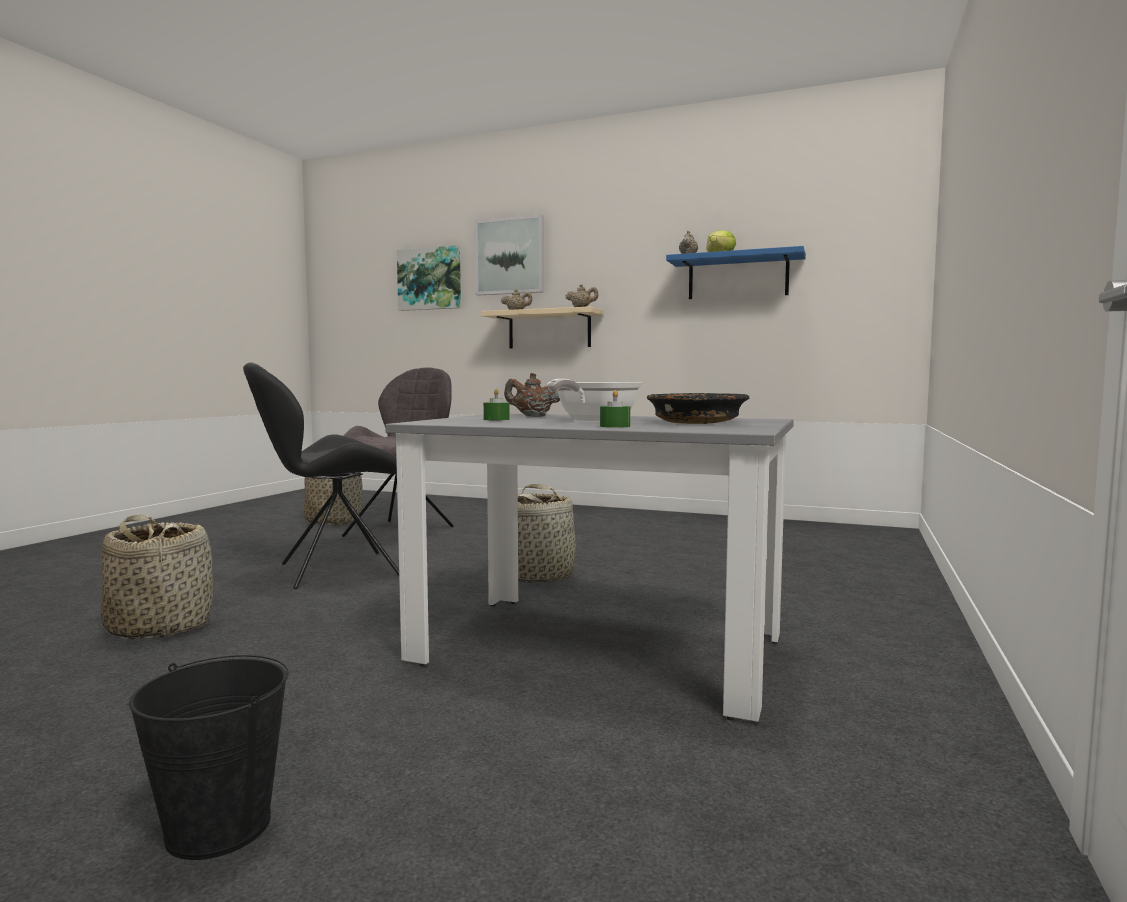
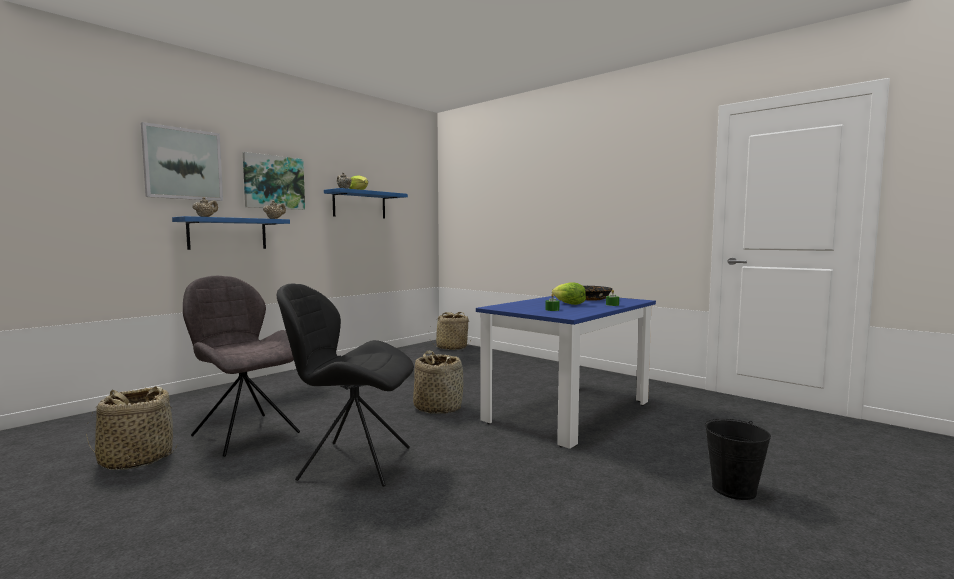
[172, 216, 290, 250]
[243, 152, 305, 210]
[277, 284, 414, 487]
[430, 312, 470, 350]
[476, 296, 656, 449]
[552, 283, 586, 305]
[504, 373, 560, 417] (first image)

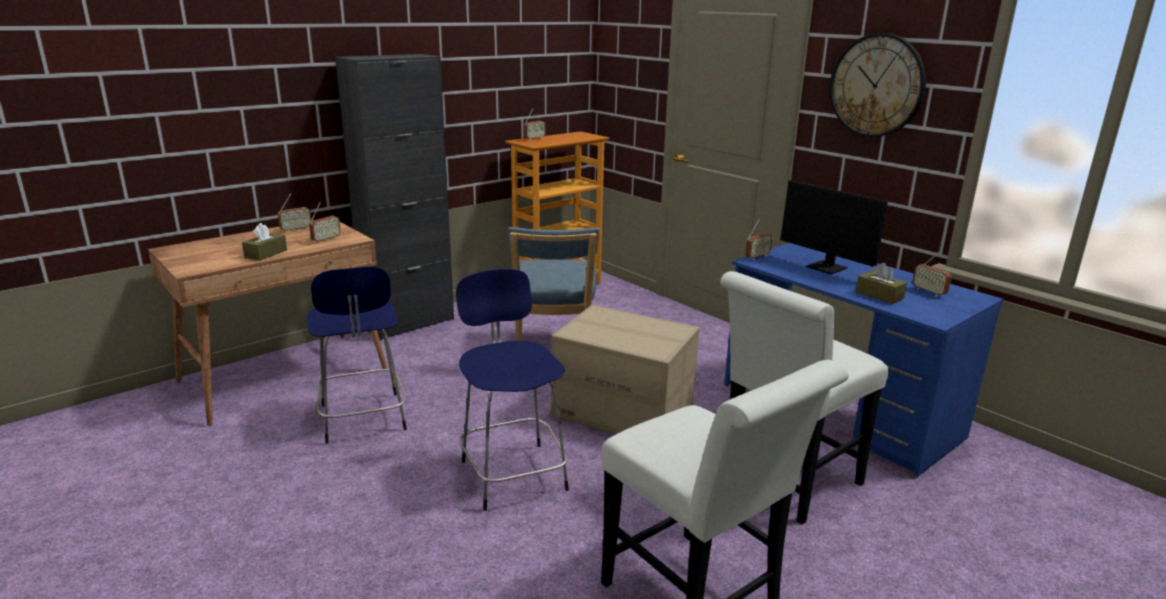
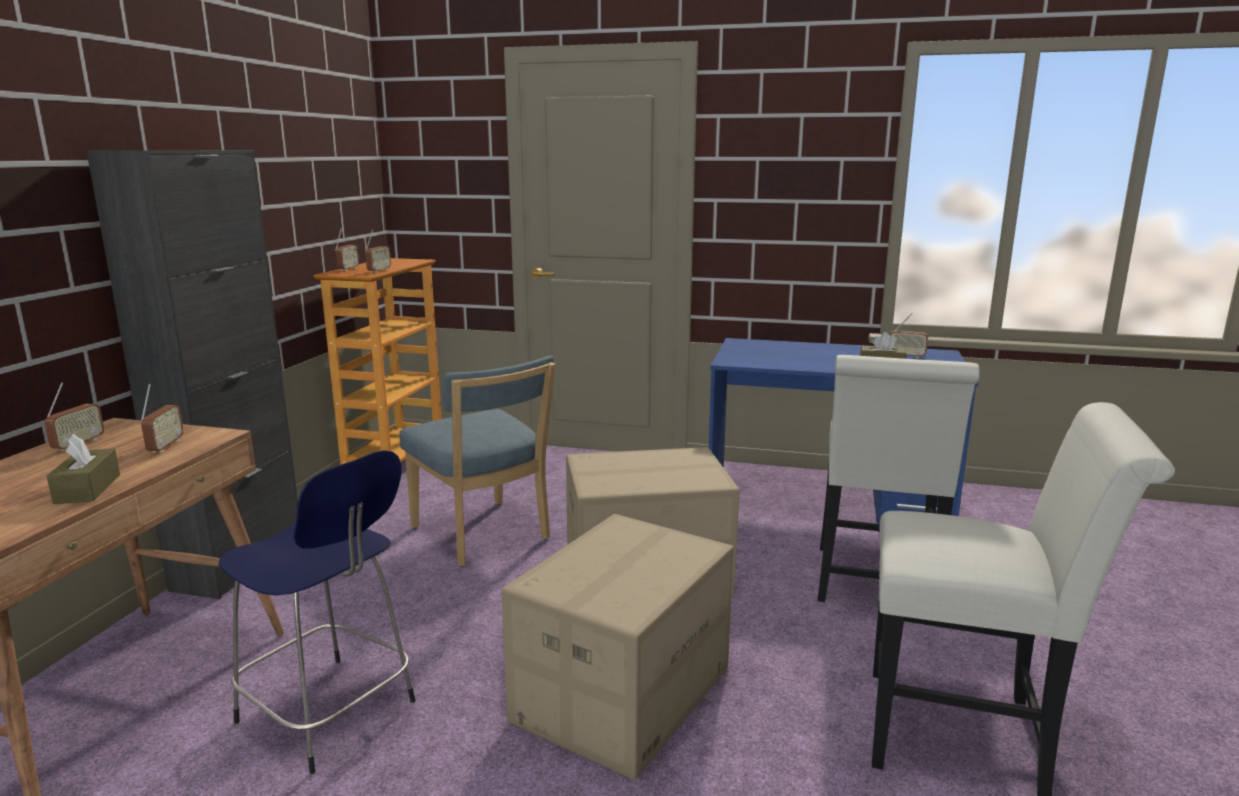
[365, 229, 391, 273]
[501, 514, 734, 780]
[780, 180, 922, 275] (first image)
[829, 33, 926, 137] (first image)

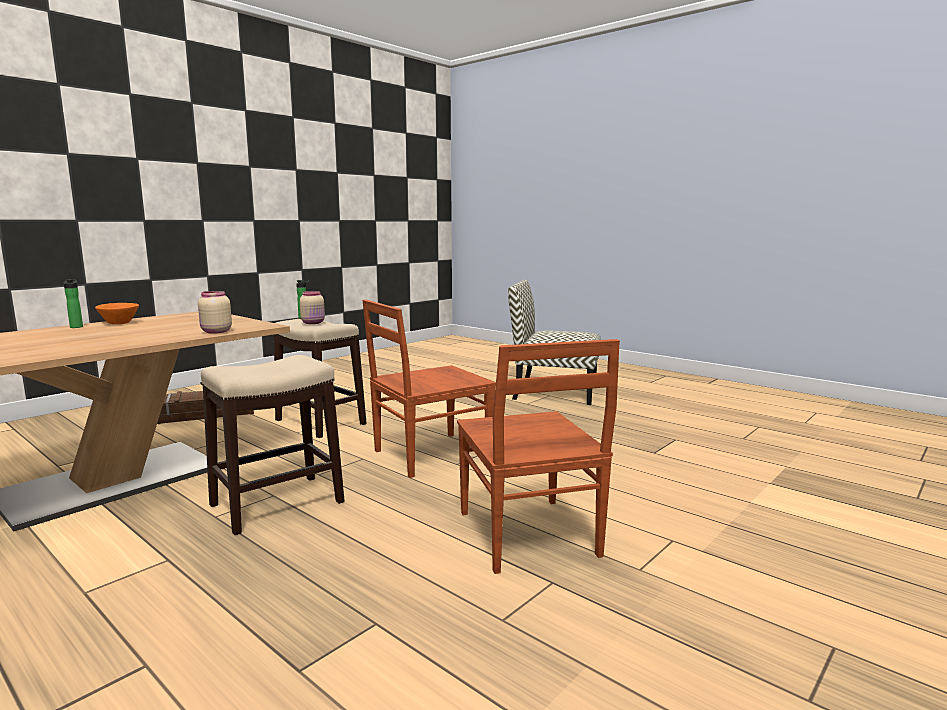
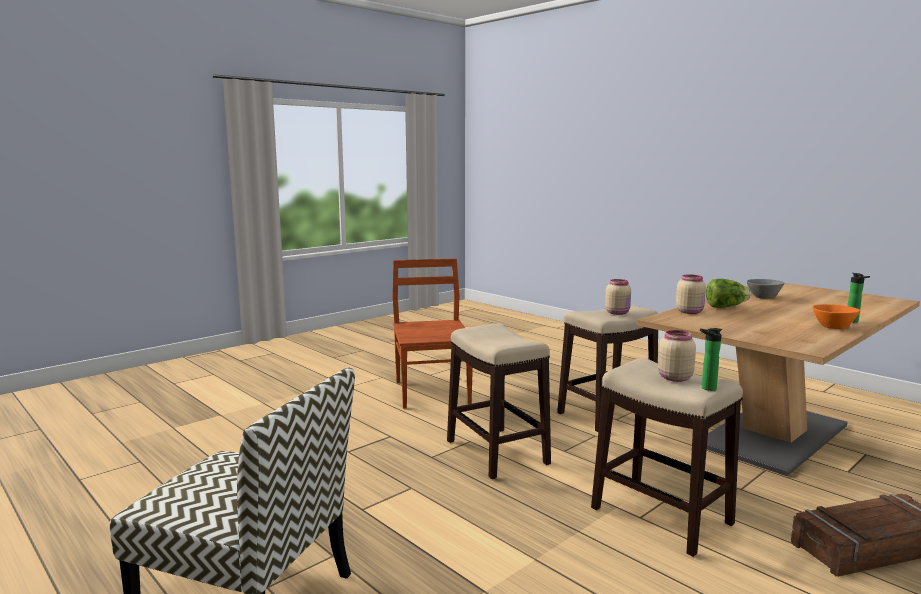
[447, 323, 551, 479]
[605, 279, 631, 315]
[706, 279, 751, 308]
[747, 279, 784, 299]

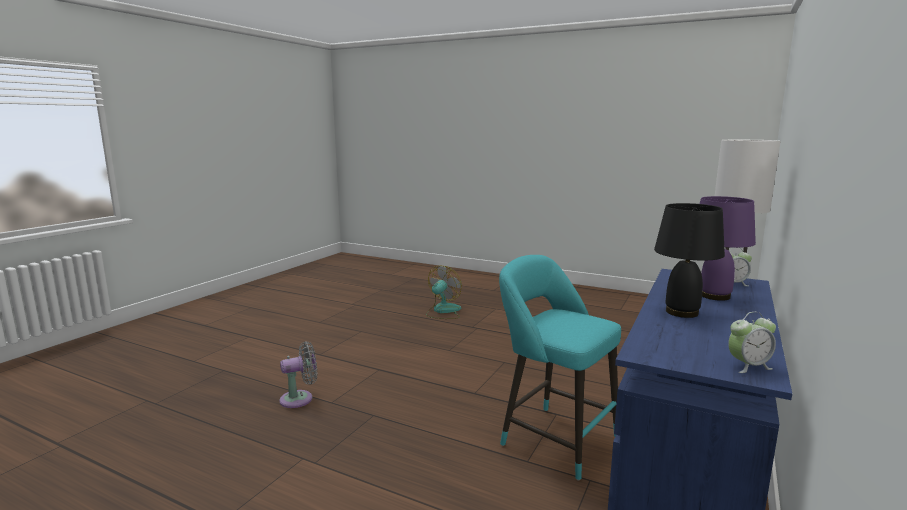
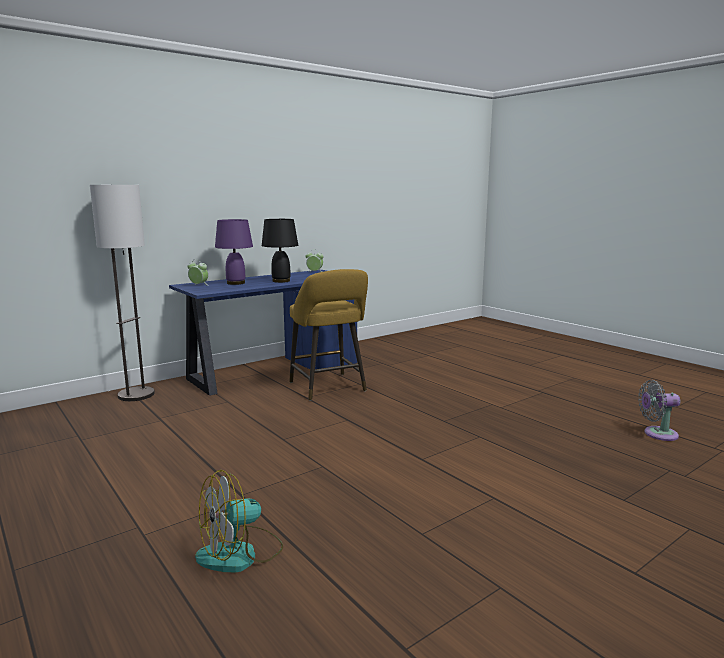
[289, 269, 368, 401]
[638, 380, 680, 441]

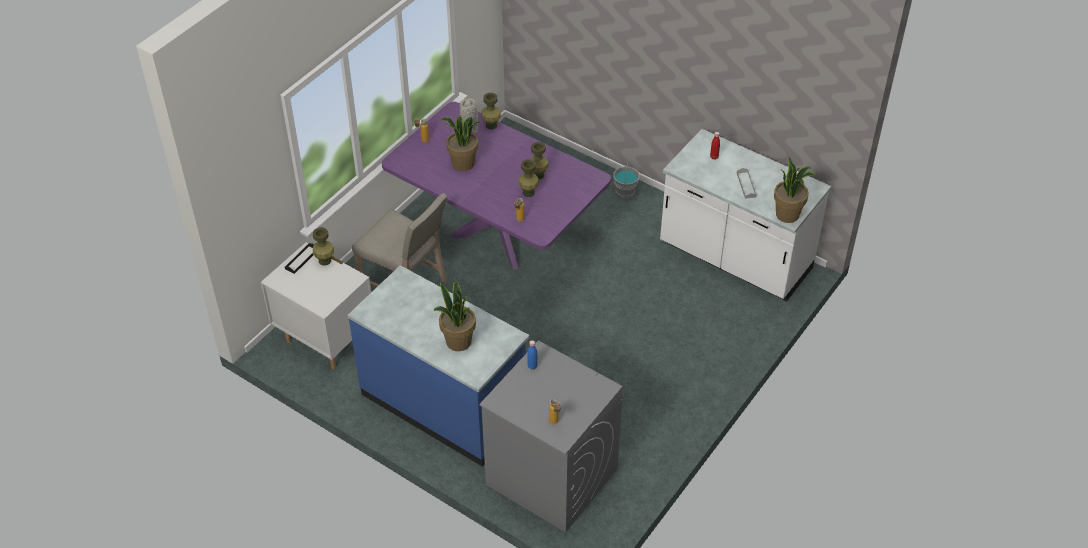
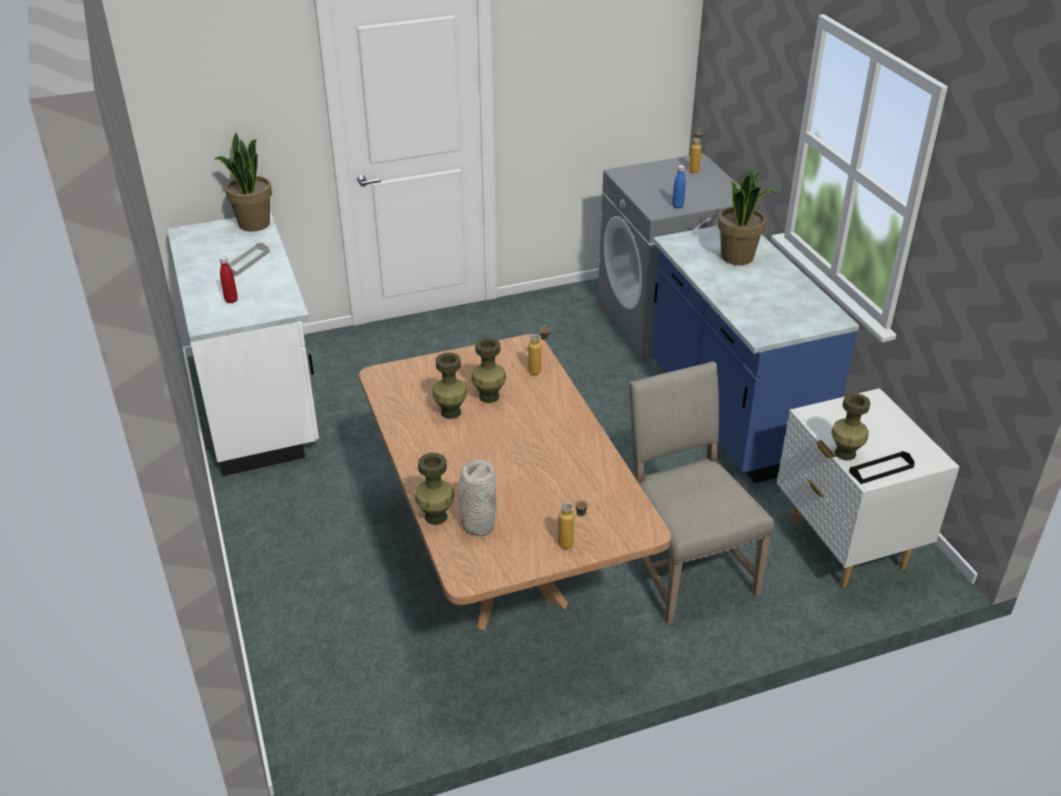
[359, 334, 671, 631]
[441, 115, 479, 171] (first image)
[613, 162, 640, 198] (first image)

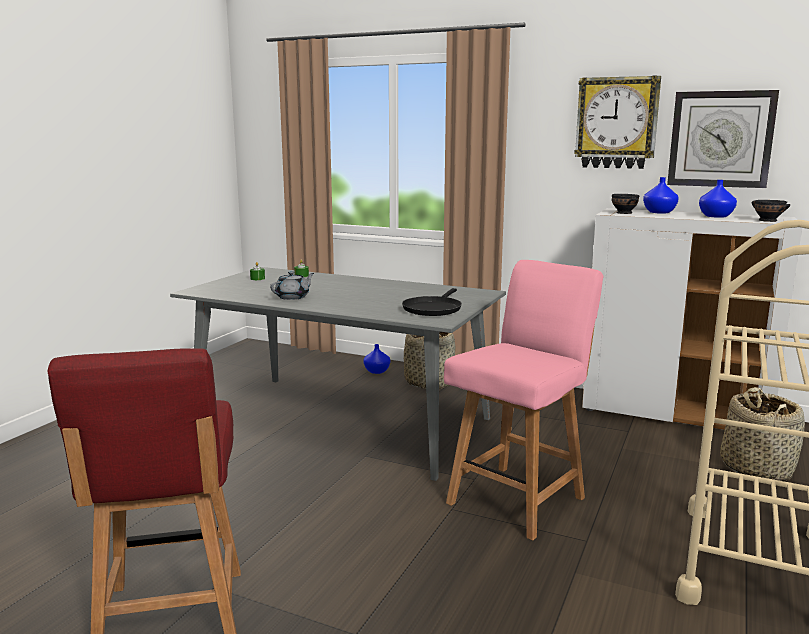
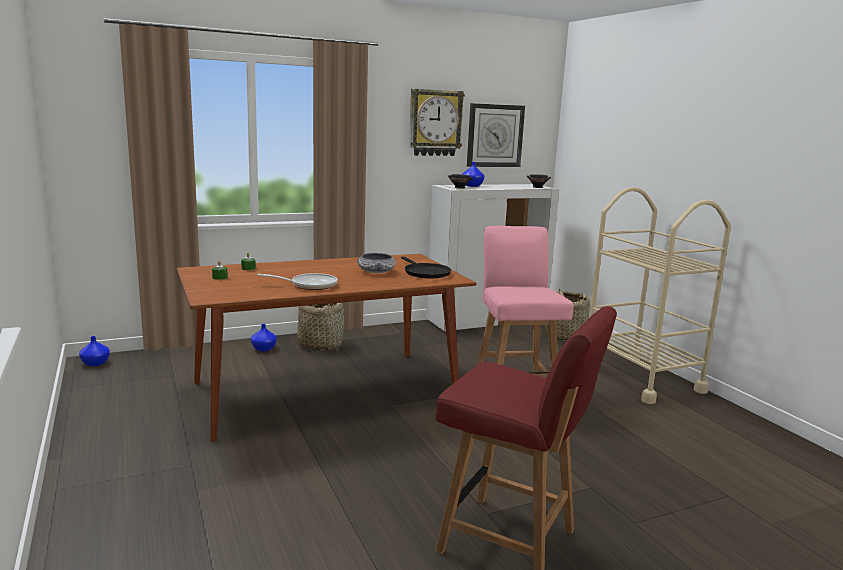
[79, 336, 110, 366]
[177, 254, 476, 442]
[257, 273, 337, 290]
[356, 253, 397, 273]

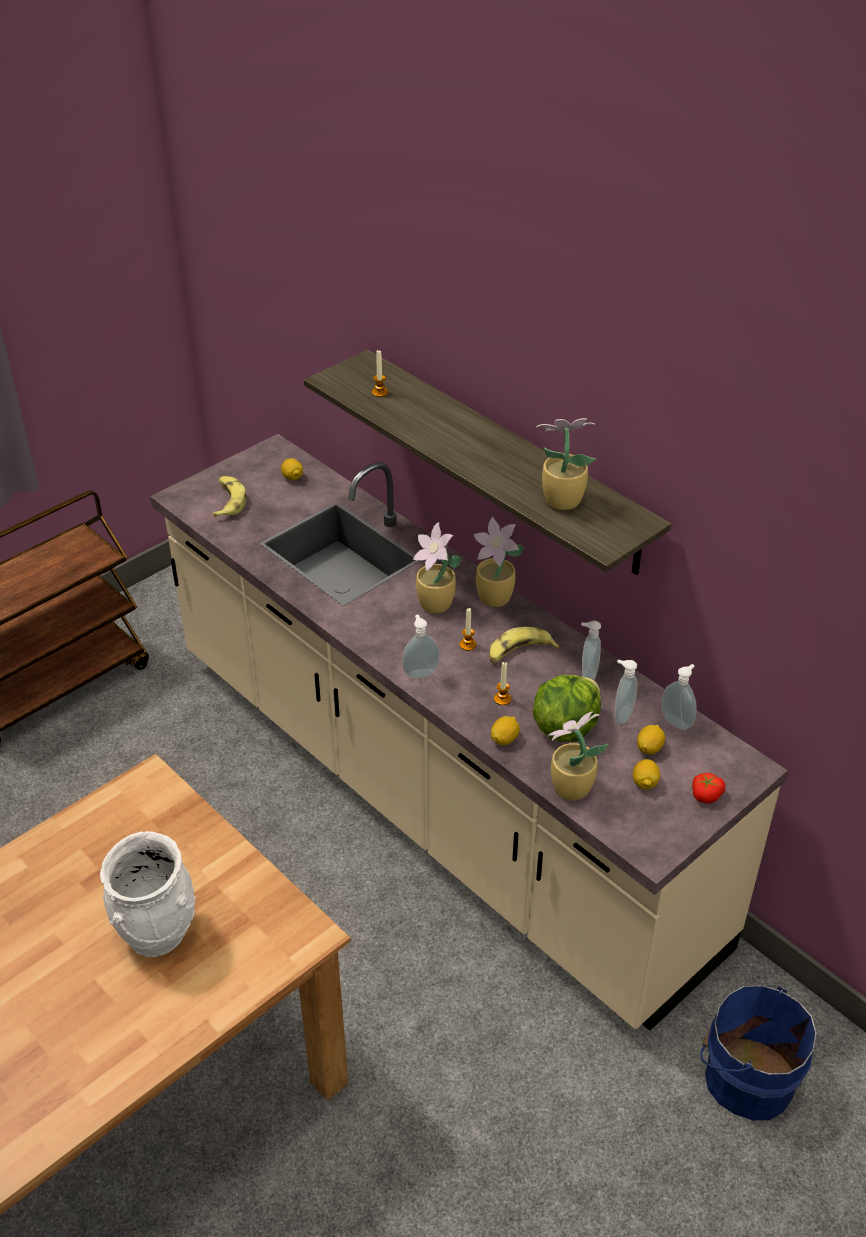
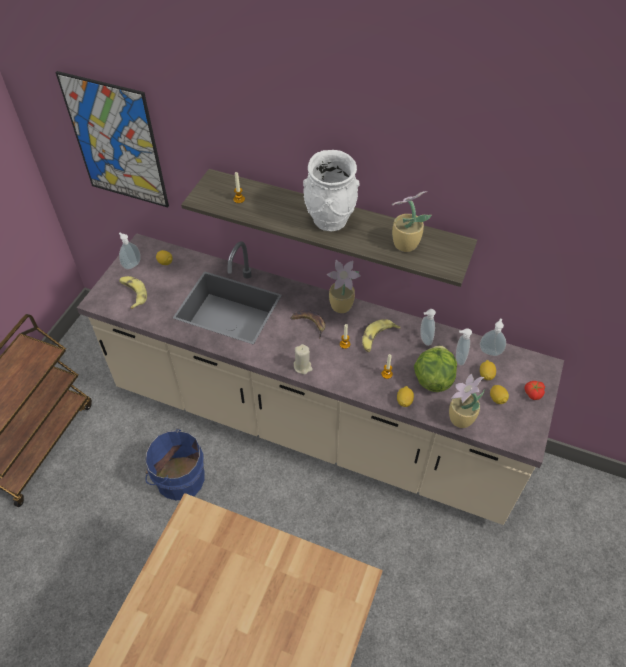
[55, 71, 169, 207]
[119, 232, 141, 270]
[145, 428, 205, 500]
[290, 310, 326, 339]
[294, 344, 313, 375]
[303, 150, 360, 231]

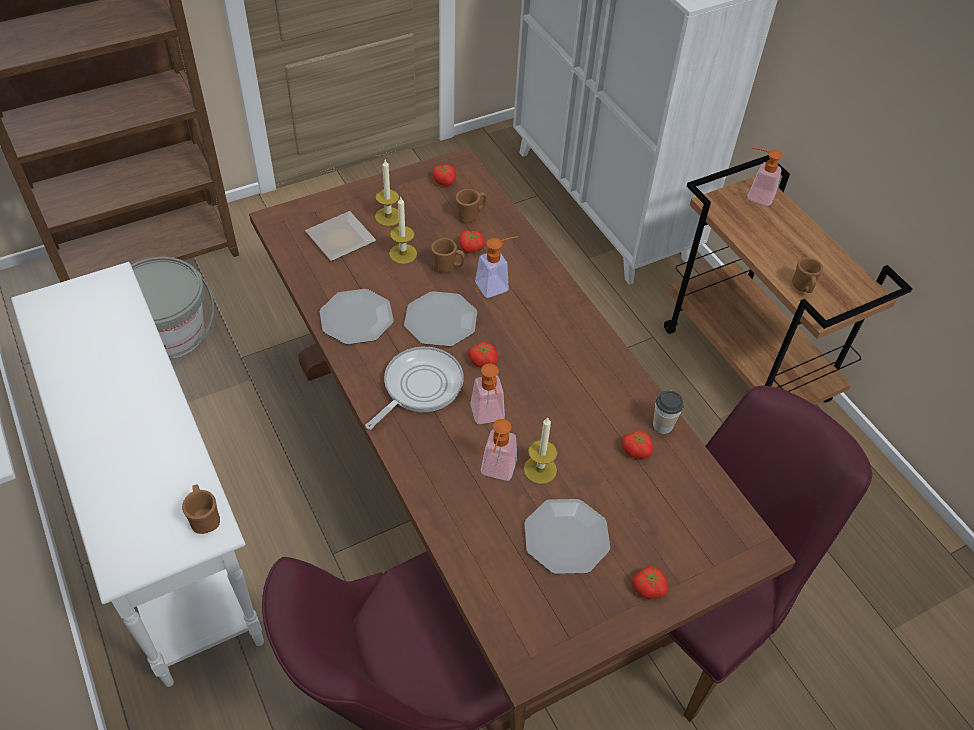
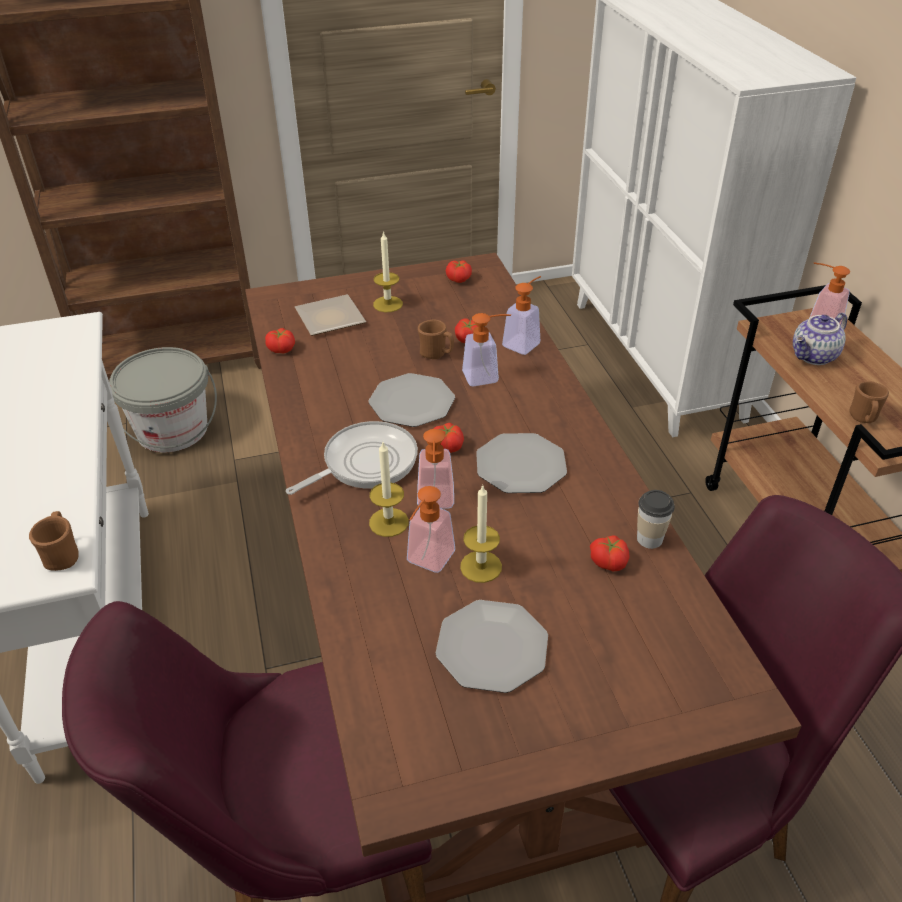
[265, 328, 295, 353]
[369, 442, 409, 537]
[476, 433, 567, 493]
[502, 276, 541, 355]
[793, 313, 847, 365]
[456, 189, 487, 223] (first image)

